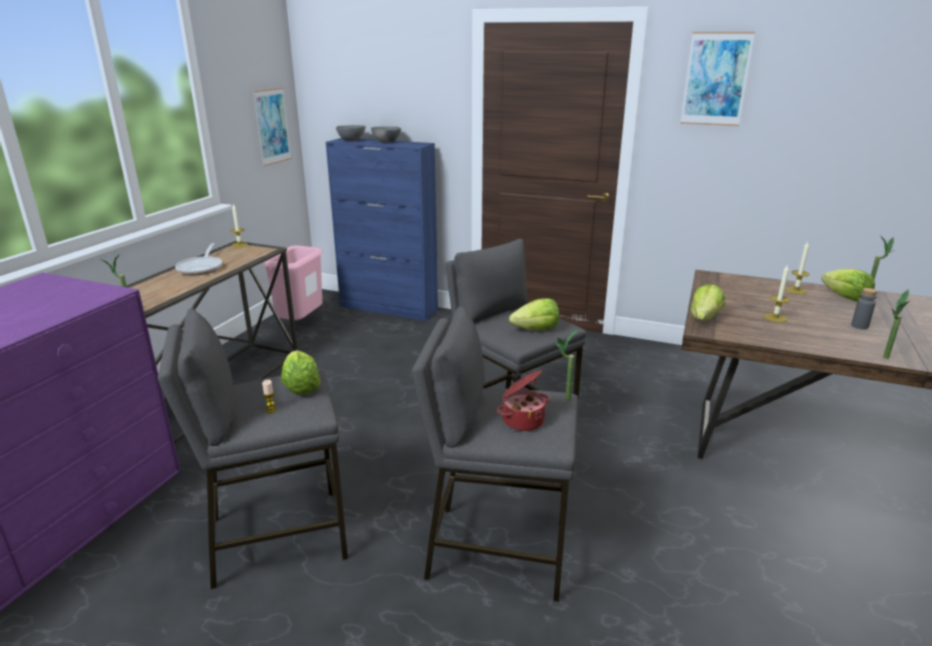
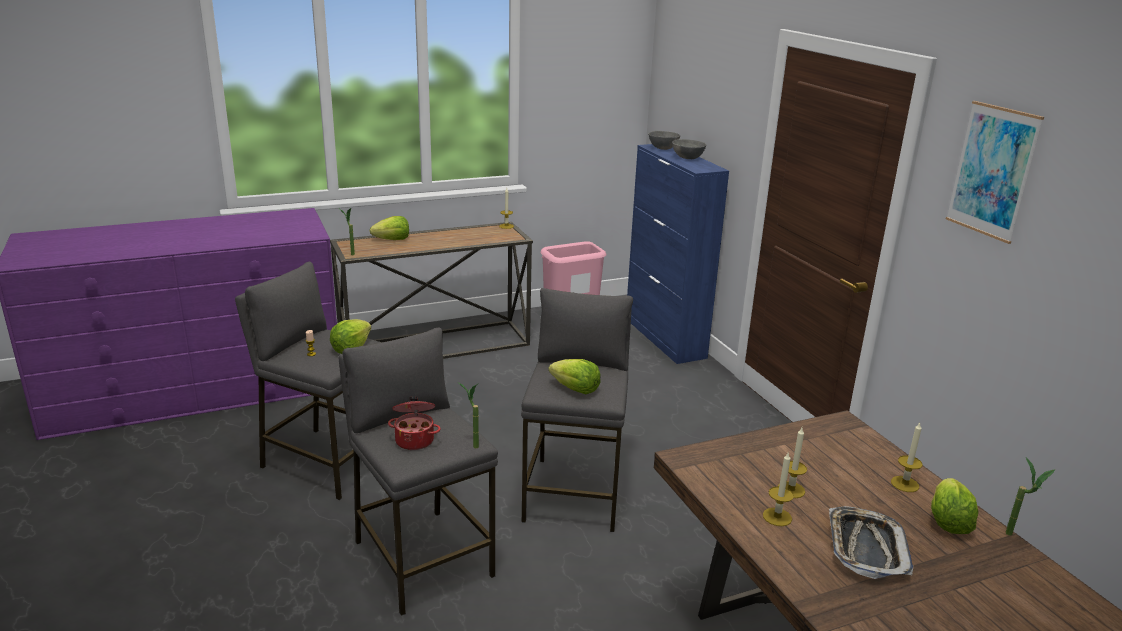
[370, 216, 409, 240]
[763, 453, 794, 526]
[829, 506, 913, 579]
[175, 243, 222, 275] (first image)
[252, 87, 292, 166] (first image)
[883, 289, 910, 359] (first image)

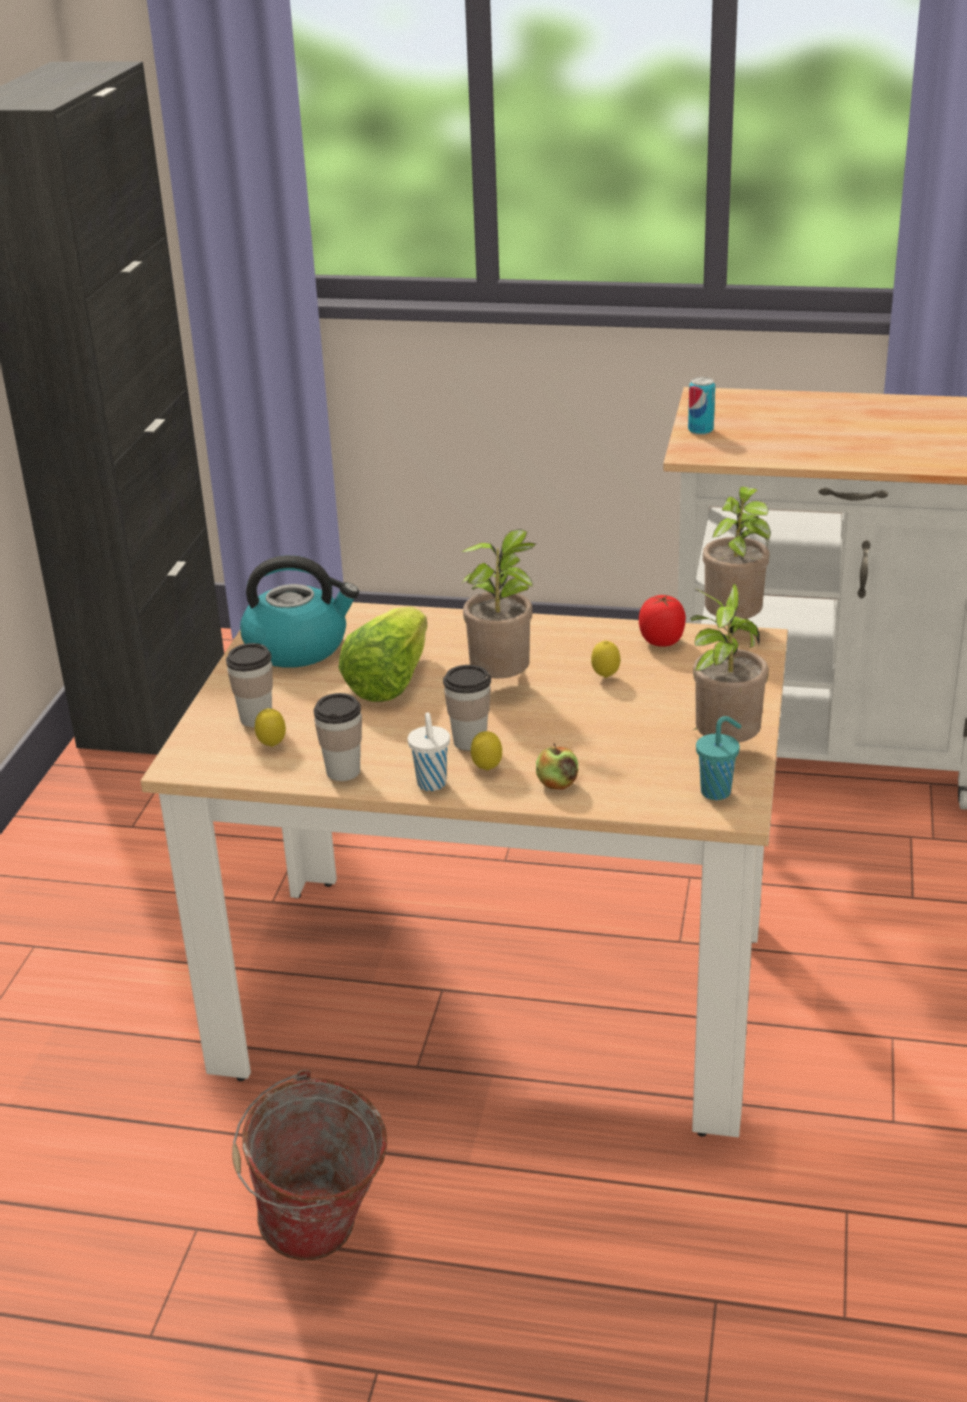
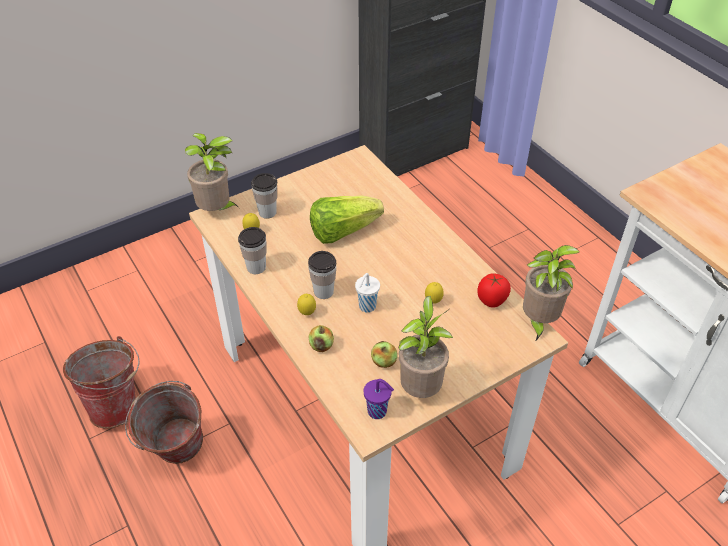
[63, 336, 140, 428]
[185, 133, 239, 211]
[355, 273, 380, 313]
[364, 379, 394, 419]
[371, 341, 397, 368]
[240, 555, 359, 668] (first image)
[688, 377, 715, 435] (first image)

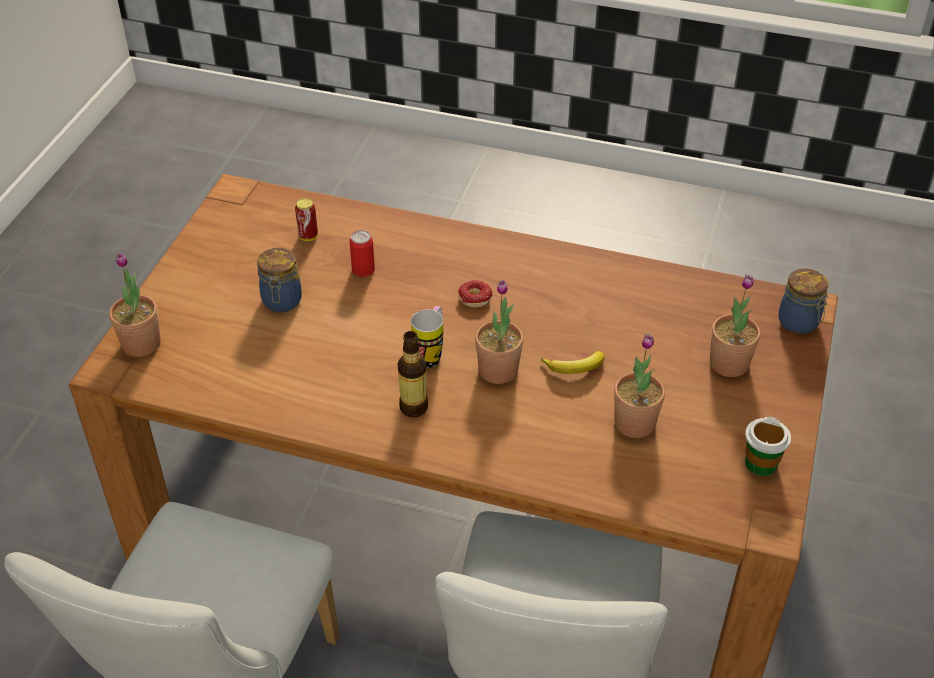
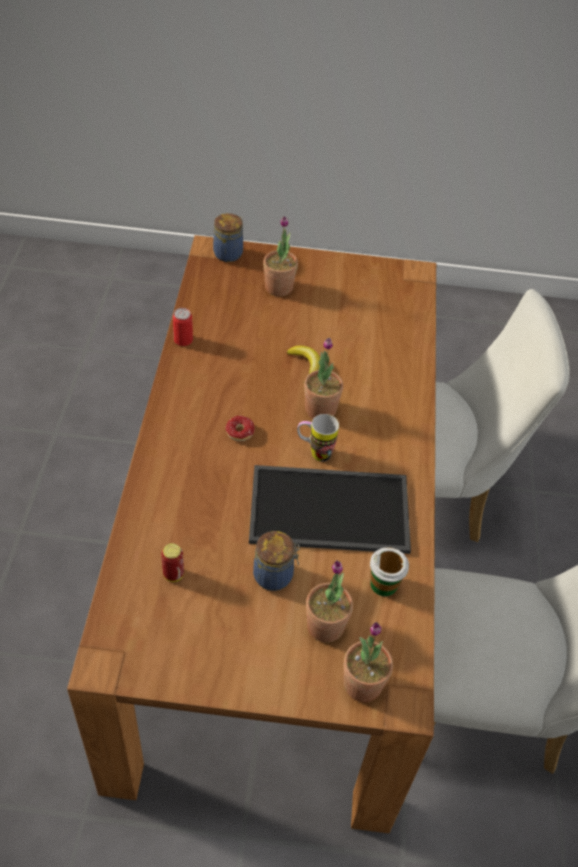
[173, 308, 193, 346]
[249, 465, 411, 554]
[306, 560, 353, 642]
[370, 547, 409, 596]
[398, 331, 428, 417] (first image)

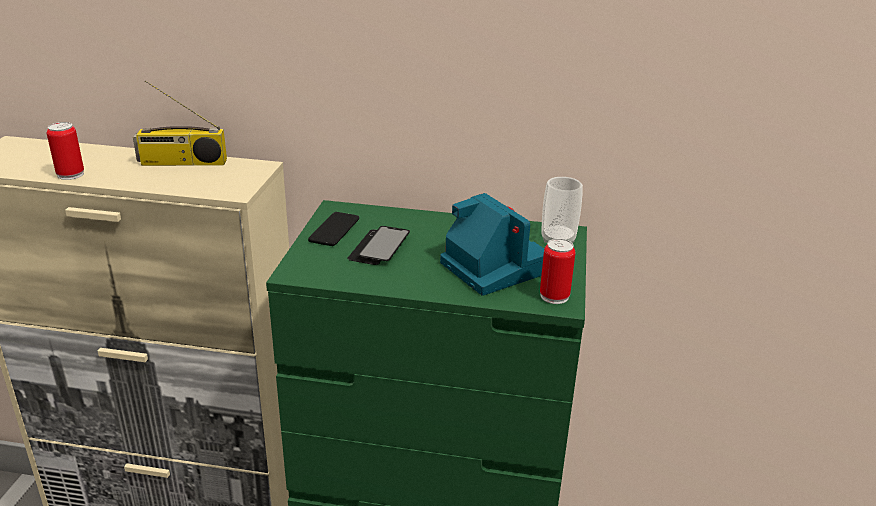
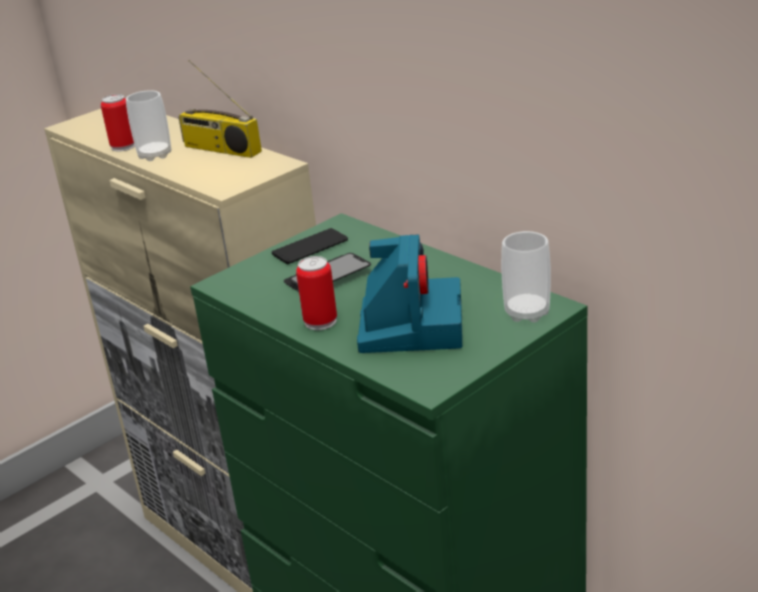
[126, 90, 171, 161]
[296, 256, 337, 330]

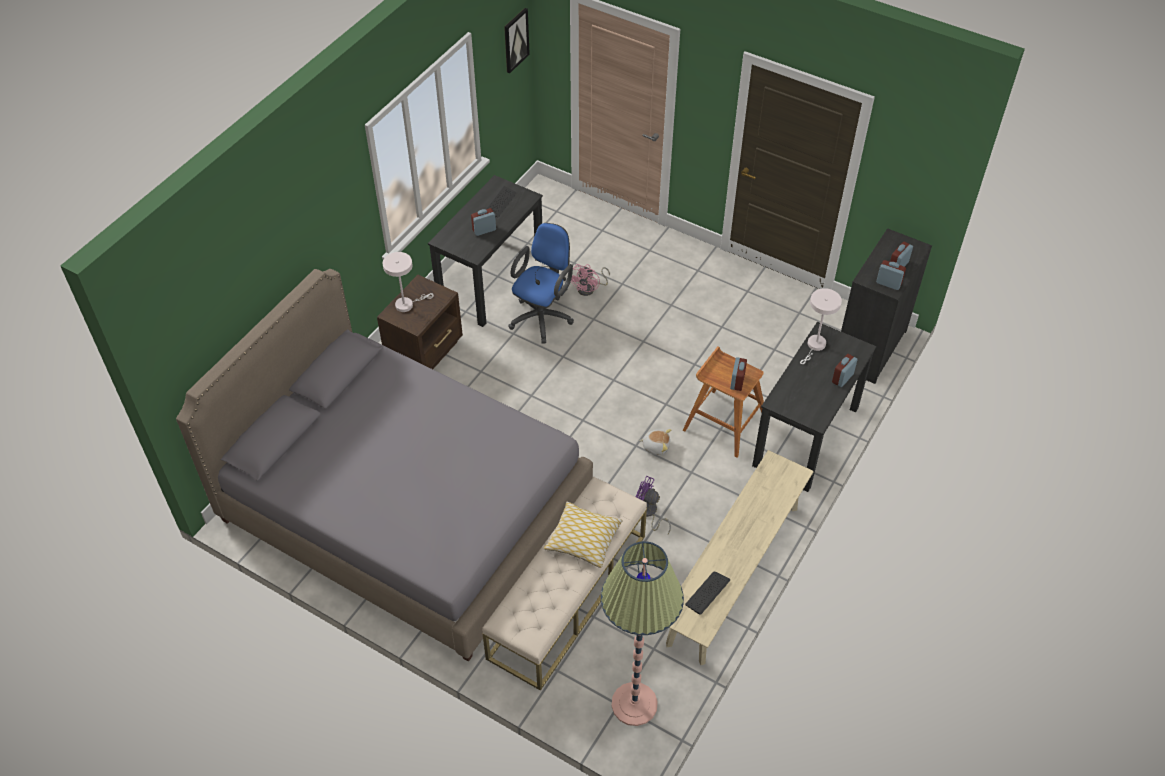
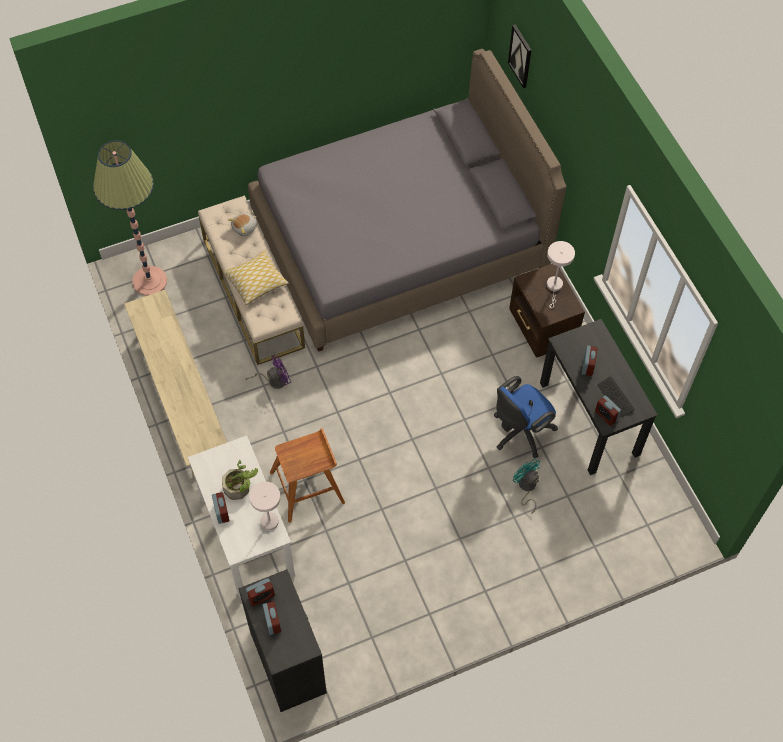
[188, 435, 295, 598]
[222, 460, 258, 500]
[228, 213, 257, 236]
[494, 376, 558, 458]
[508, 25, 532, 88]
[513, 458, 540, 514]
[595, 395, 621, 426]
[685, 571, 730, 614] (first image)

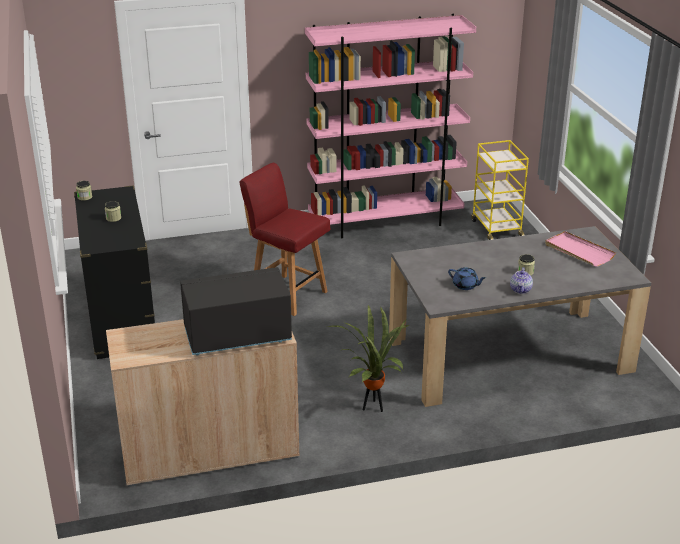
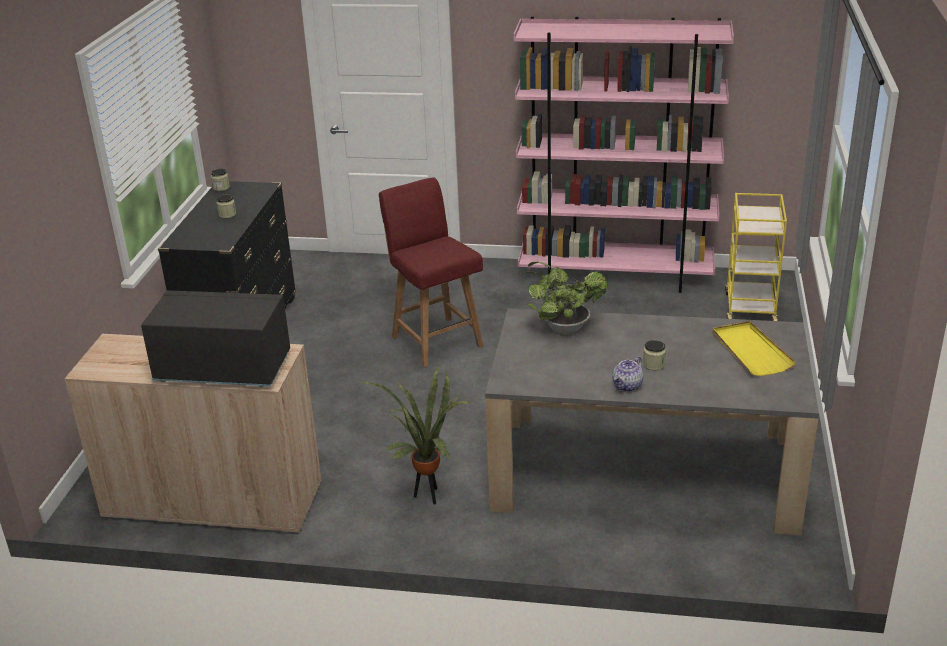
[519, 262, 607, 335]
[712, 321, 796, 376]
[448, 267, 486, 290] (first image)

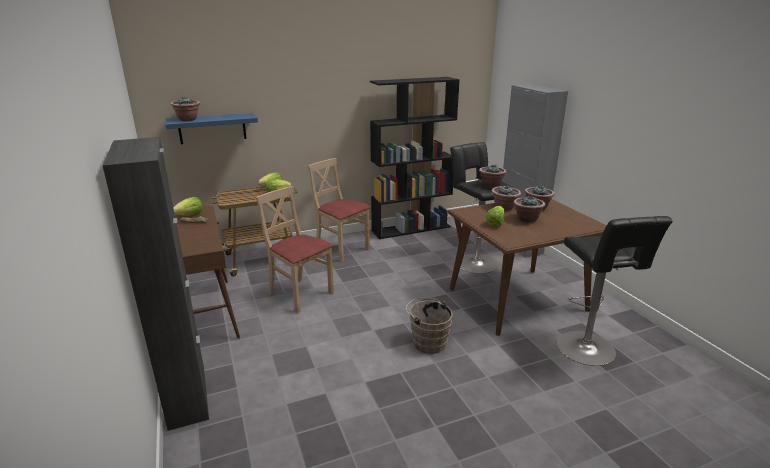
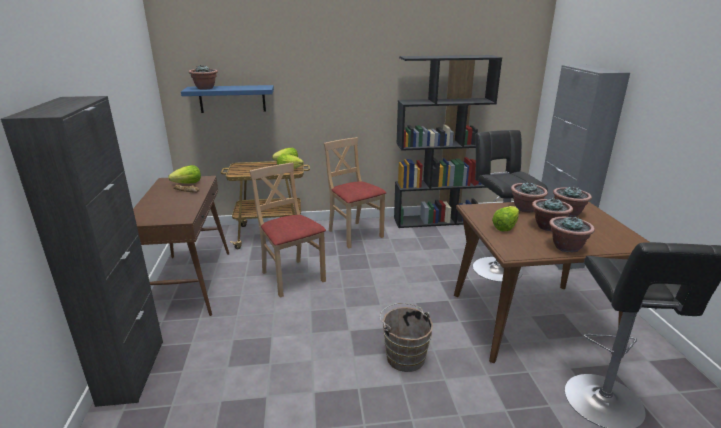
[549, 216, 595, 252]

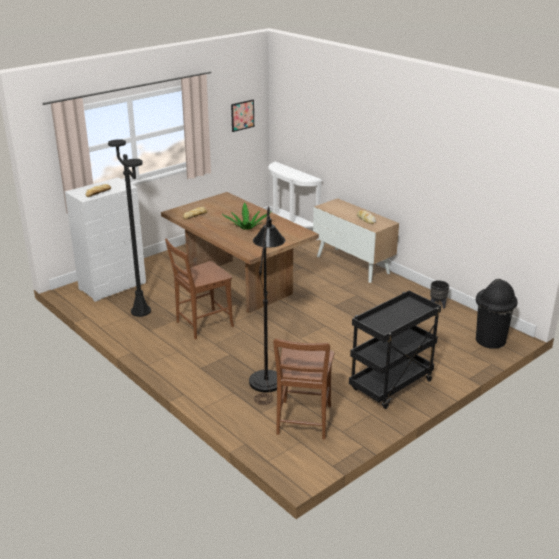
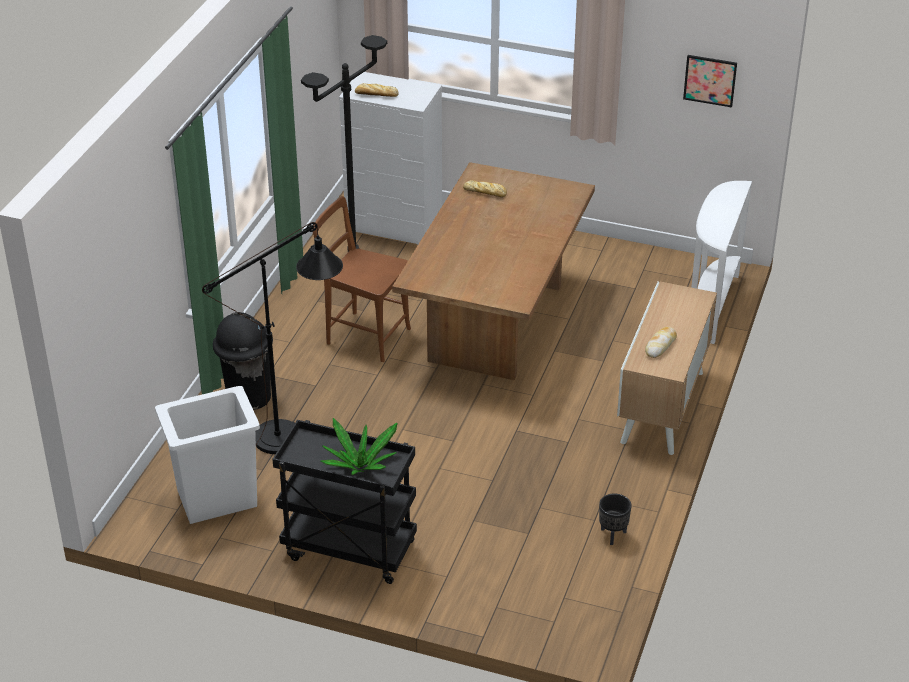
[155, 386, 260, 524]
[213, 312, 273, 410]
[320, 418, 398, 475]

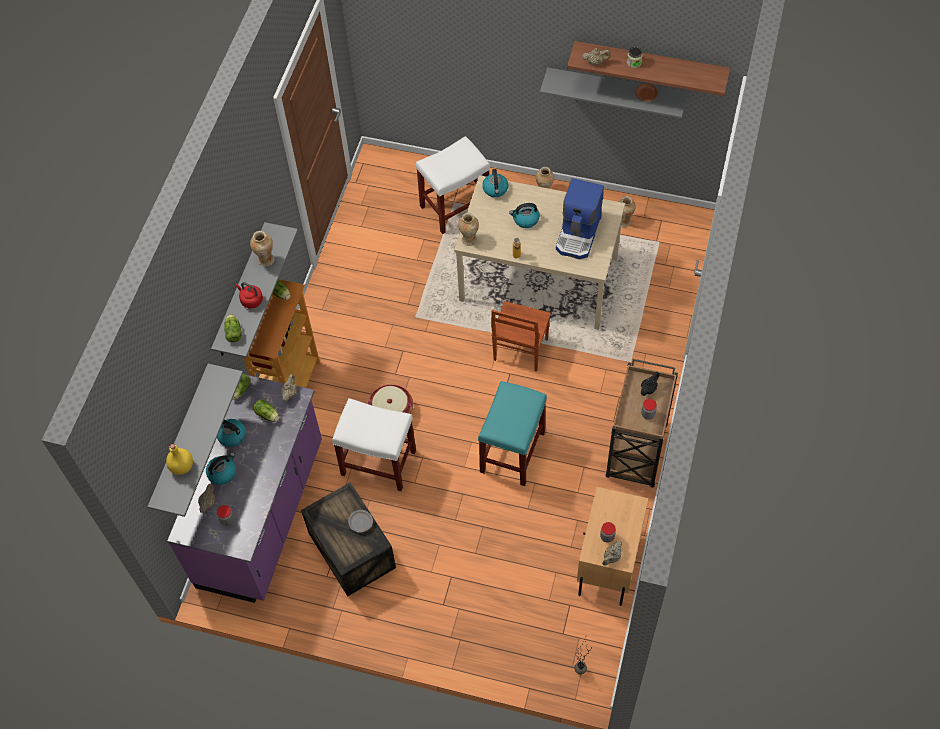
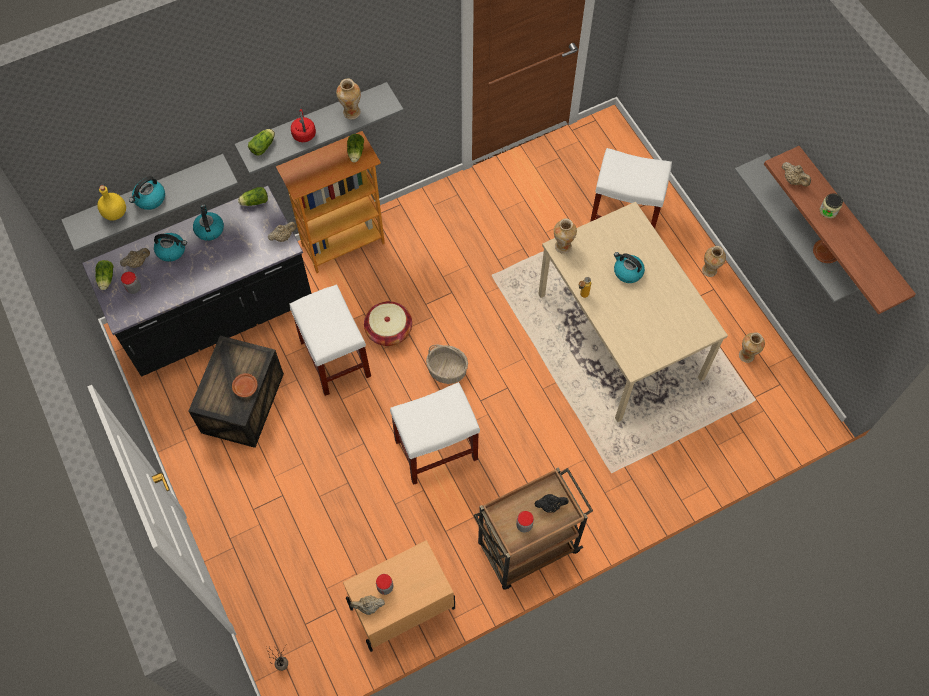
[82, 186, 312, 377]
[95, 260, 114, 290]
[129, 176, 165, 210]
[232, 373, 257, 397]
[390, 382, 480, 485]
[426, 344, 468, 384]
[491, 301, 551, 372] (first image)
[556, 178, 604, 259] (first image)

